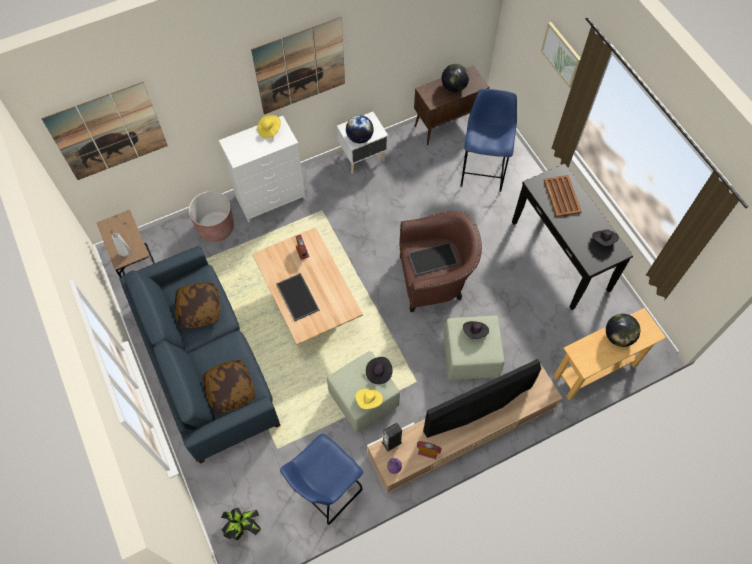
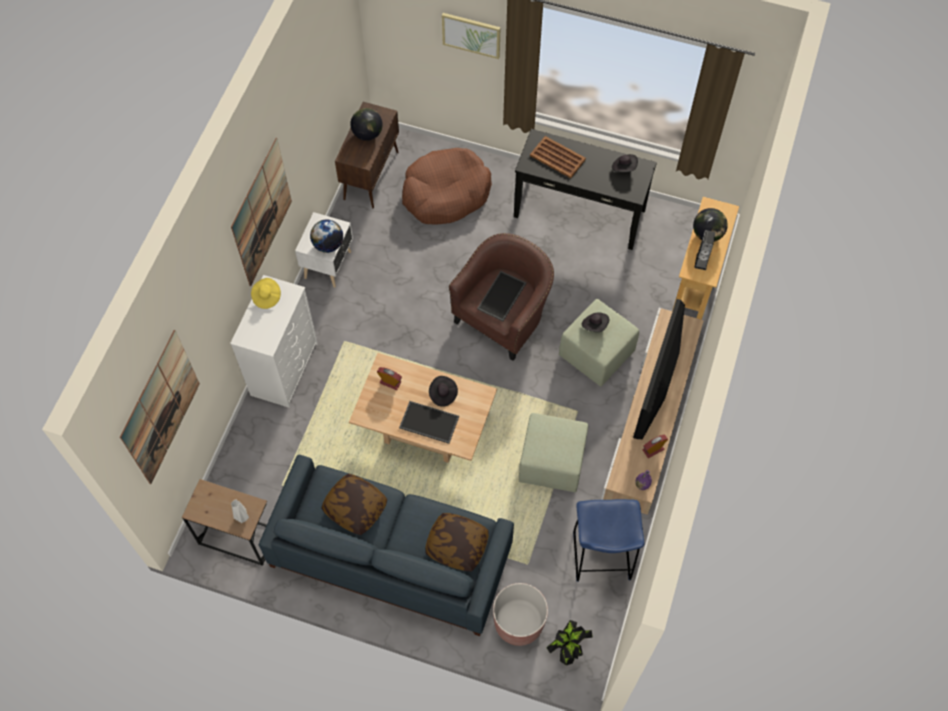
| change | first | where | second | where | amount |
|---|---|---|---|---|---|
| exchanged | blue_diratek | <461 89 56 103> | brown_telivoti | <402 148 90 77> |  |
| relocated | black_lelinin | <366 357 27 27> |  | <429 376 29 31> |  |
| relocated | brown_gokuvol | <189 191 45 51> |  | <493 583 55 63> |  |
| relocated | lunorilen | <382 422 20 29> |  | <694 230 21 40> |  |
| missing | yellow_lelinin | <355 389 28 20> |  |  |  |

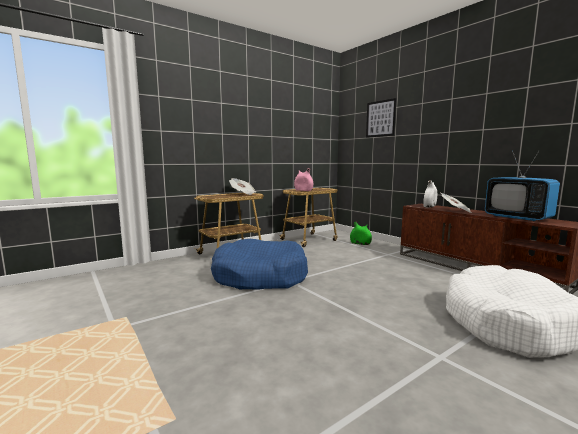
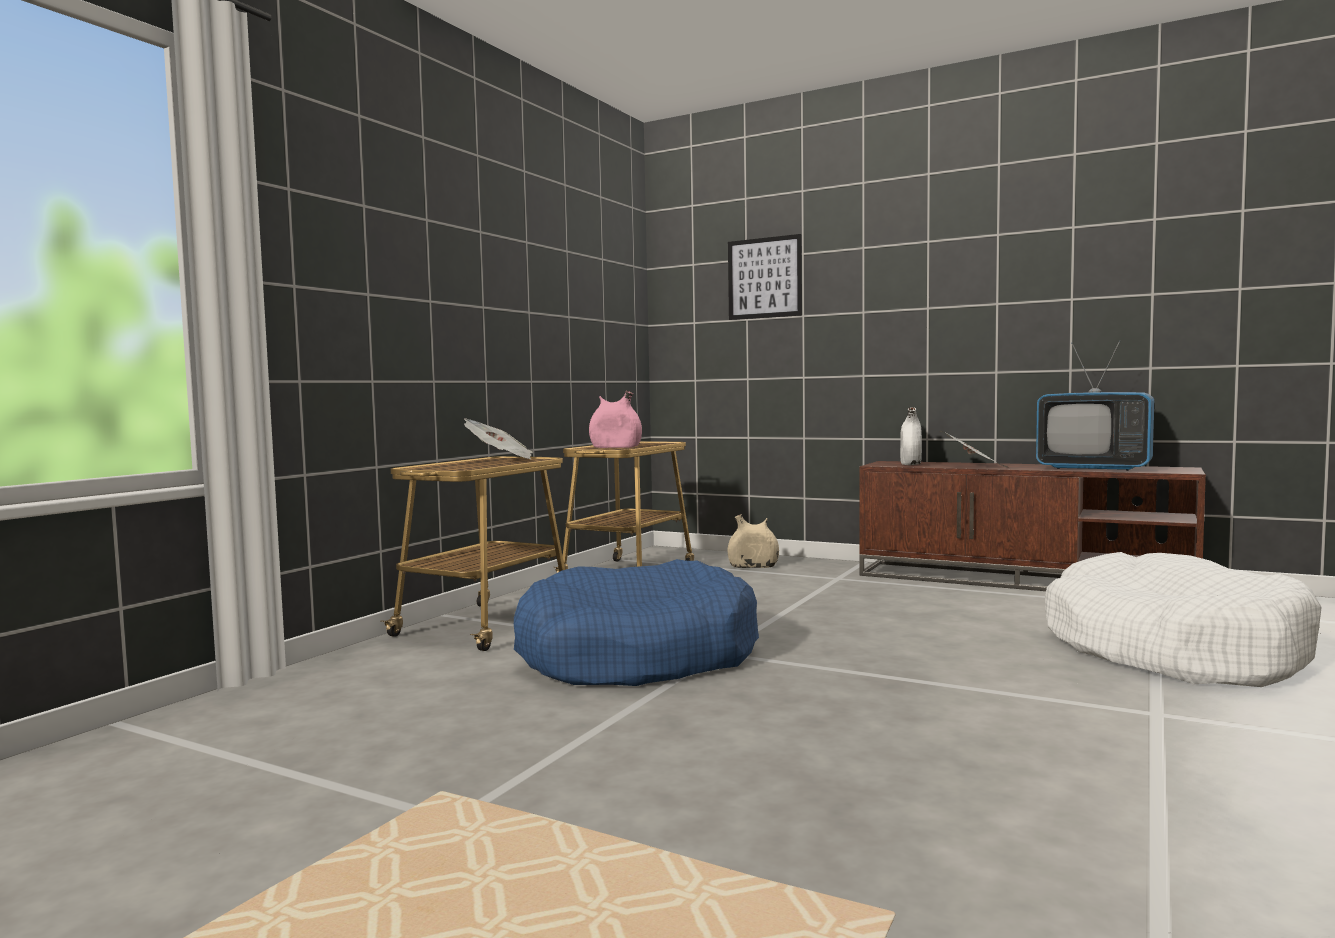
| change | first | where | second | where | amount |
|---|---|---|---|---|---|
| colour | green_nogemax | <350 221 22 24> | beige_nogemax | <728 514 51 54> |  |

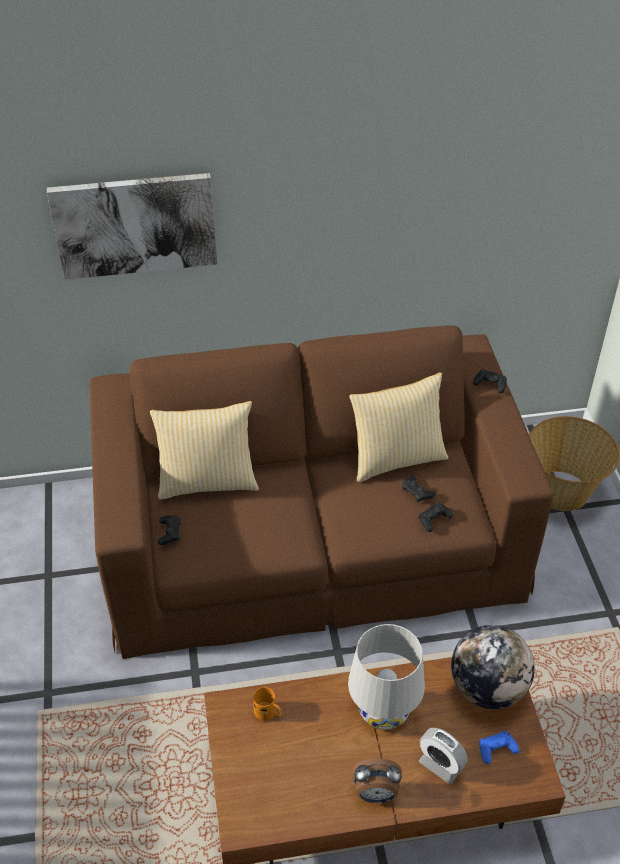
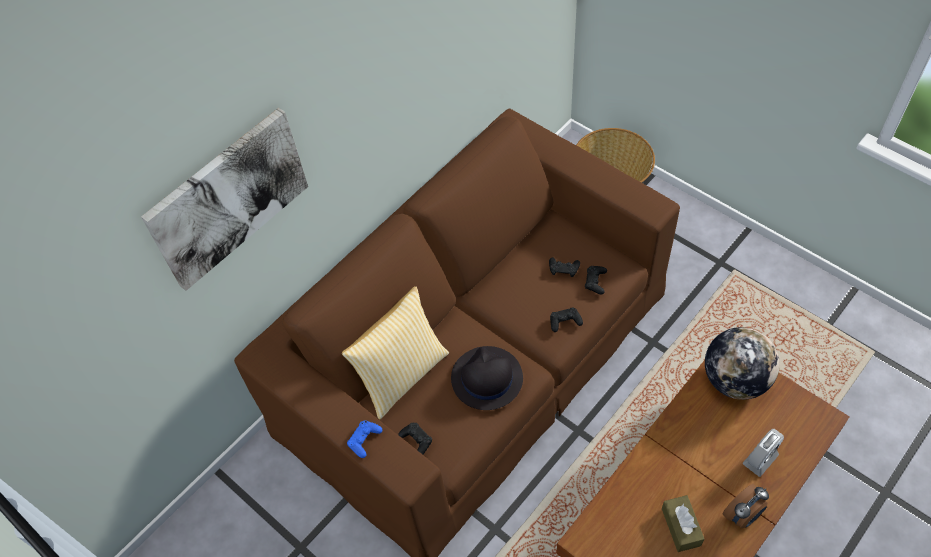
| change | first | where | second | where | amount |
|---|---|---|---|---|---|
| relocated | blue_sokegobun | <479 731 40 33> |  | <347 420 36 38> |  |
| appeared |  |  | black_lelinin | <451 346 72 64> |  |
| relocated | black_sokegobun | <473 369 34 24> |  | <550 307 33 25> |  |
| appeared |  |  | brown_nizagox | <662 495 42 57> |  |
| spun | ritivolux | <419 728 49 56> |  | <743 429 41 48> | 45 degrees counterclockwise |
| missing | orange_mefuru | <253 687 29 34> |  |  |  |
| missing | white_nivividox | <348 624 77 106> |  |  |  |
| missing | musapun | <349 372 99 111> |  |  |  |

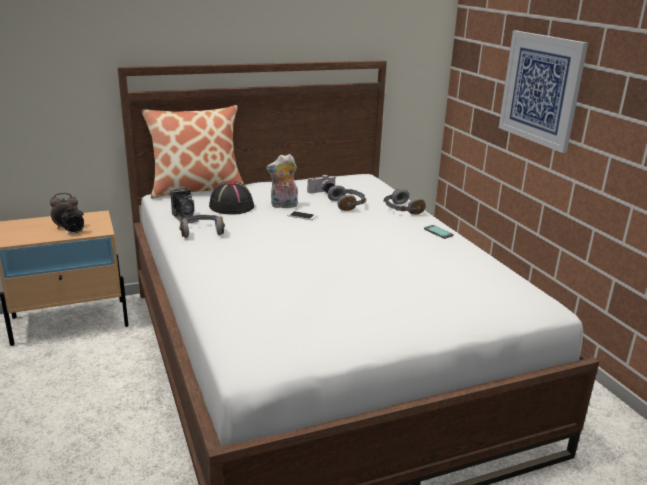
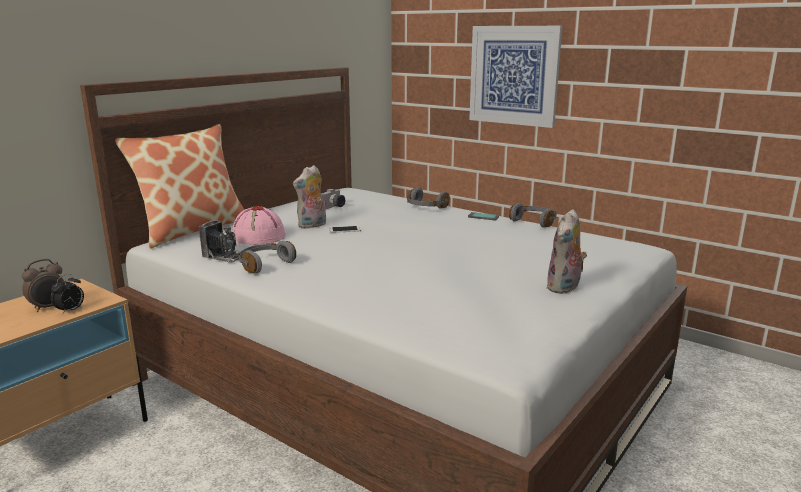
| change | first | where | second | where | amount |
|---|---|---|---|---|---|
| colour | black_lelinin | <209 181 46 34> | pink_lelinin | <232 206 54 39> |  |
| relocated | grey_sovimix | <328 186 38 25> |  | <509 203 47 25> |  |
| appeared |  |  | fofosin | <546 209 41 85> |  |

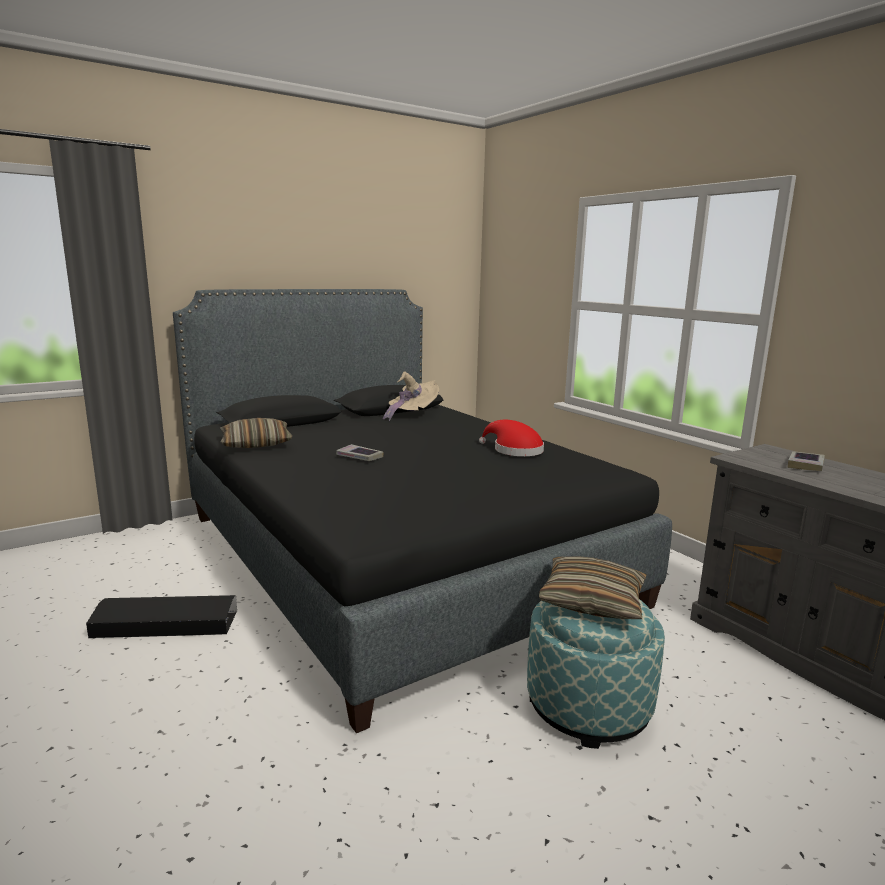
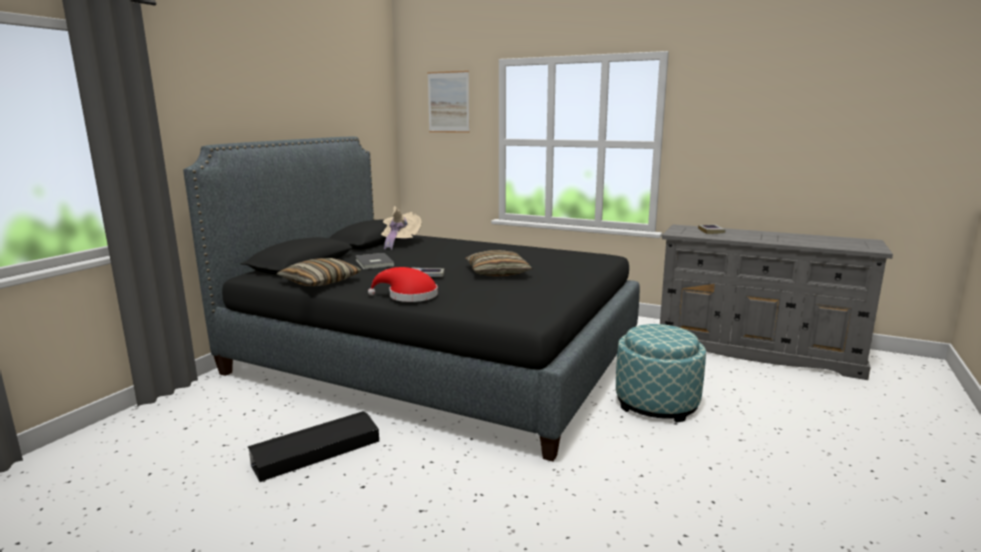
| change | first | where | second | where | amount |
|---|---|---|---|---|---|
| appeared |  |  | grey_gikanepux | <355 253 40 17> |  |
| relocated | red_lelinin | <479 420 65 36> |  | <368 267 70 35> |  |
| appeared |  |  | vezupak | <427 71 43 62> |  |
| relocated | musapun | <539 556 108 63> |  | <466 250 67 26> |  |

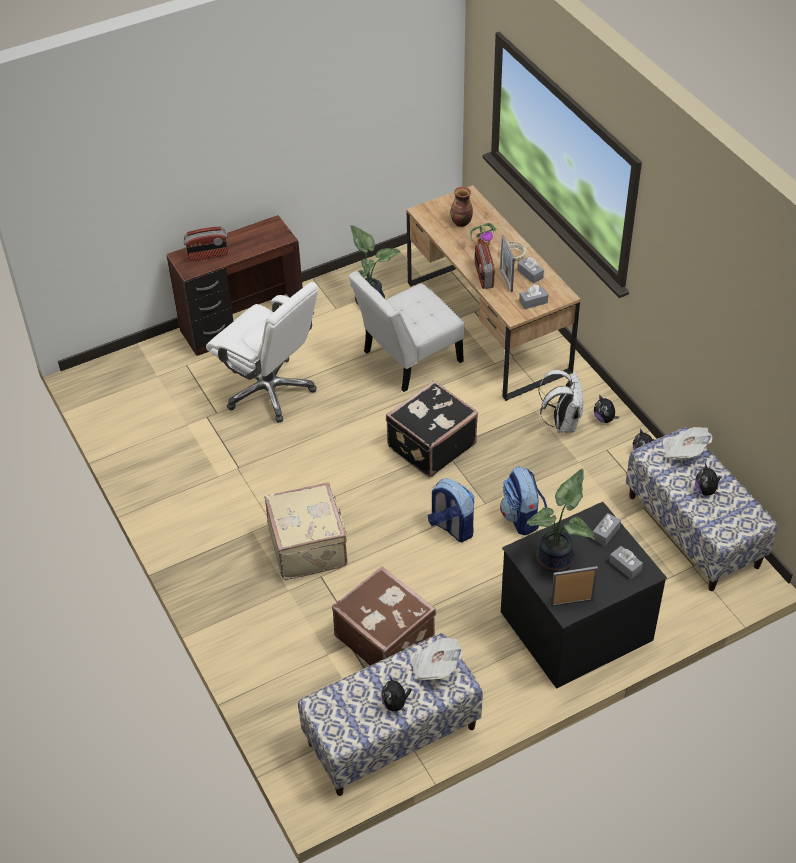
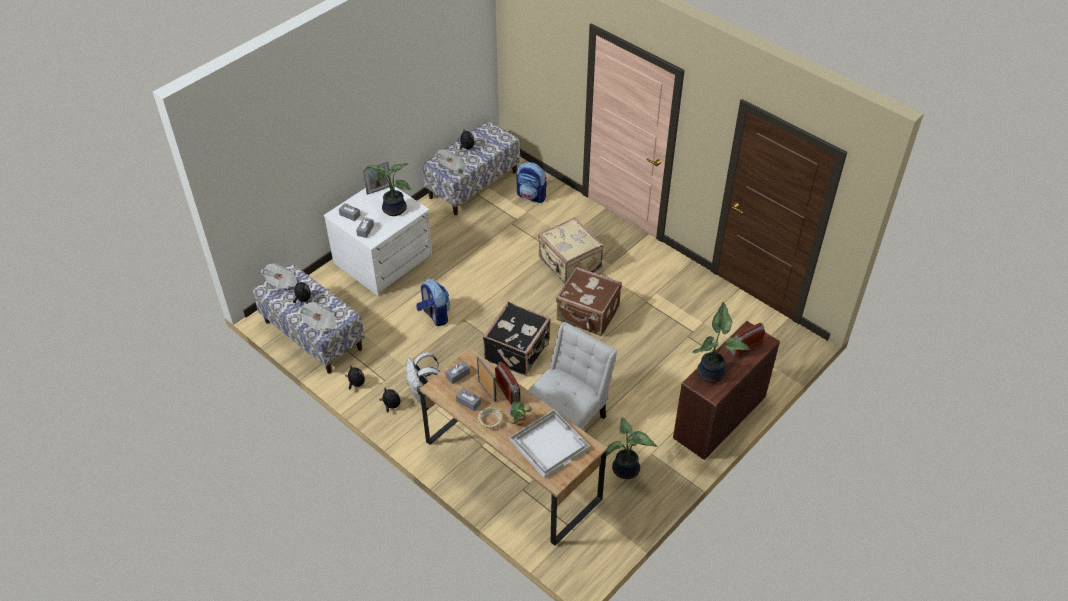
| change | first | where | second | where | amount |
|---|---|---|---|---|---|
| appeared |  |  | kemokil | <261 263 37 26> |  |
| colour | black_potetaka | <501 502 166 186> | white_potetaka | <323 187 109 109> |  |
| exchanged | nogemax | <450 187 23 40> | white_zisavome | <510 409 80 70> |  |
| relocated | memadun | <428 478 47 64> |  | <517 162 30 41> |  |
| relocated | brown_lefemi | <332 566 104 100> |  | <556 267 66 69> |  |
| appeared |  |  | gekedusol | <692 302 57 81> |  |
| missing | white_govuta | <206 282 112 141> |  |  |  |

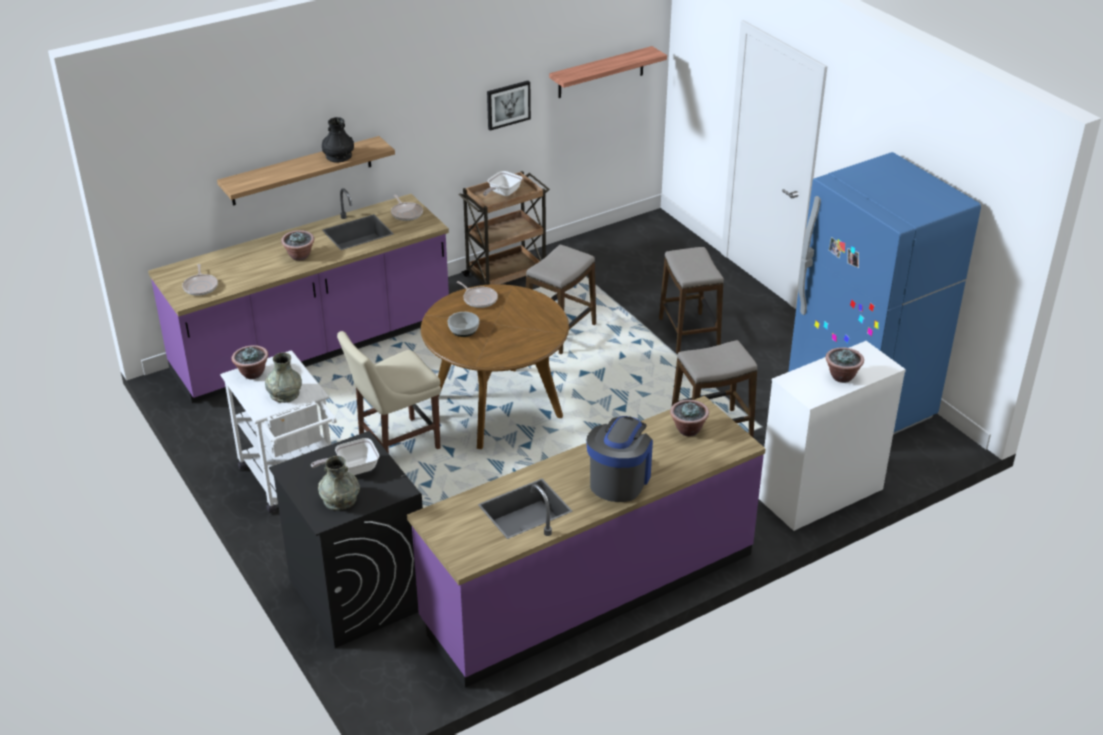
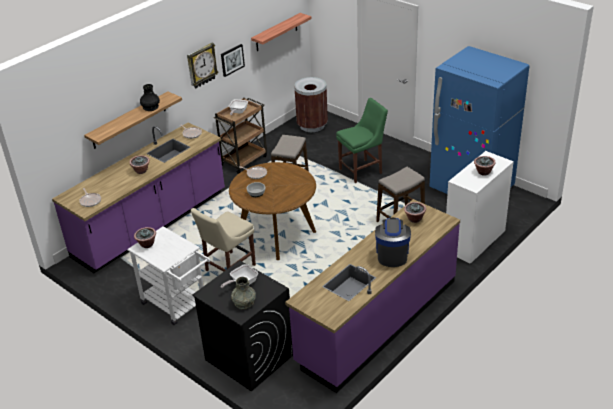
| change | first | where | second | where | amount |
|---|---|---|---|---|---|
| appeared |  |  | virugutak | <187 43 31 46> |  |
| appeared |  |  | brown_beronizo | <294 77 34 55> |  |
| exchanged | diratek | <659 247 65 107> | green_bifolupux | <336 98 52 85> |  |
| missing | grey_nogemax | <265 352 37 51> |  |  |  |

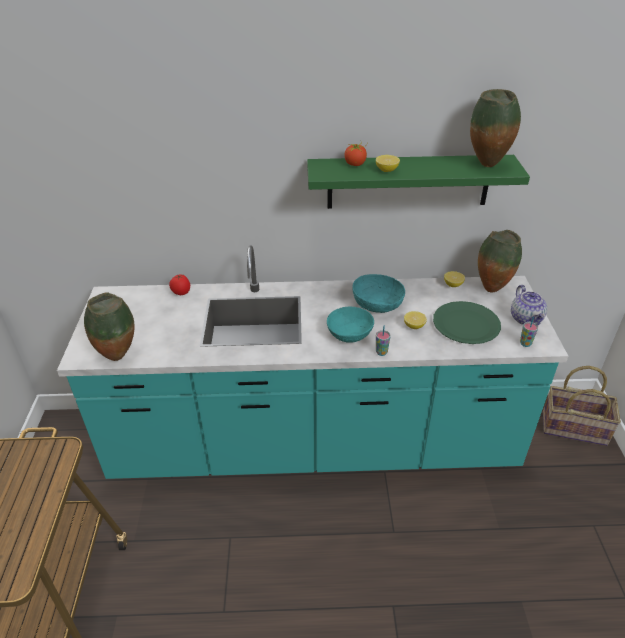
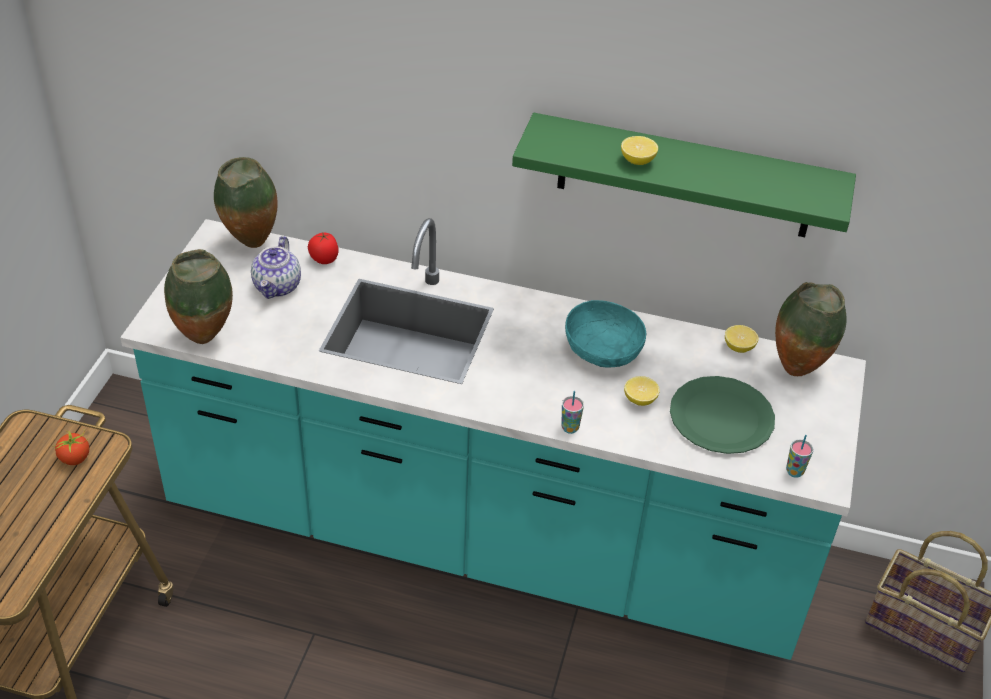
| change | first | where | second | where | amount |
|---|---|---|---|---|---|
| relocated | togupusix | <344 140 24 26> |  | <54 429 35 36> |  |
| relocated | nogemax | <470 89 51 78> |  | <214 157 63 91> |  |
| relocated | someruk | <511 285 36 40> |  | <251 236 50 63> |  |
| missing | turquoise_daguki | <327 307 47 36> |  |  |  |

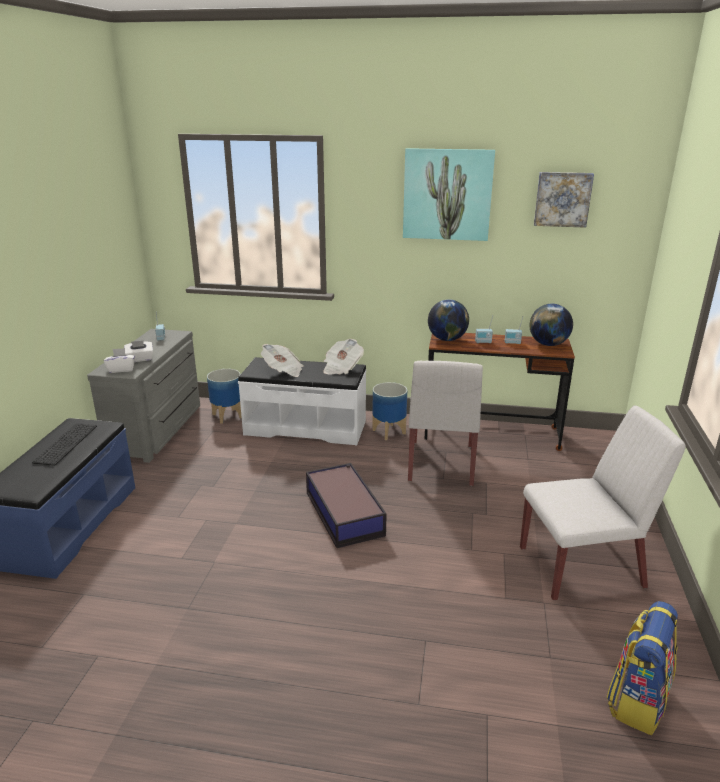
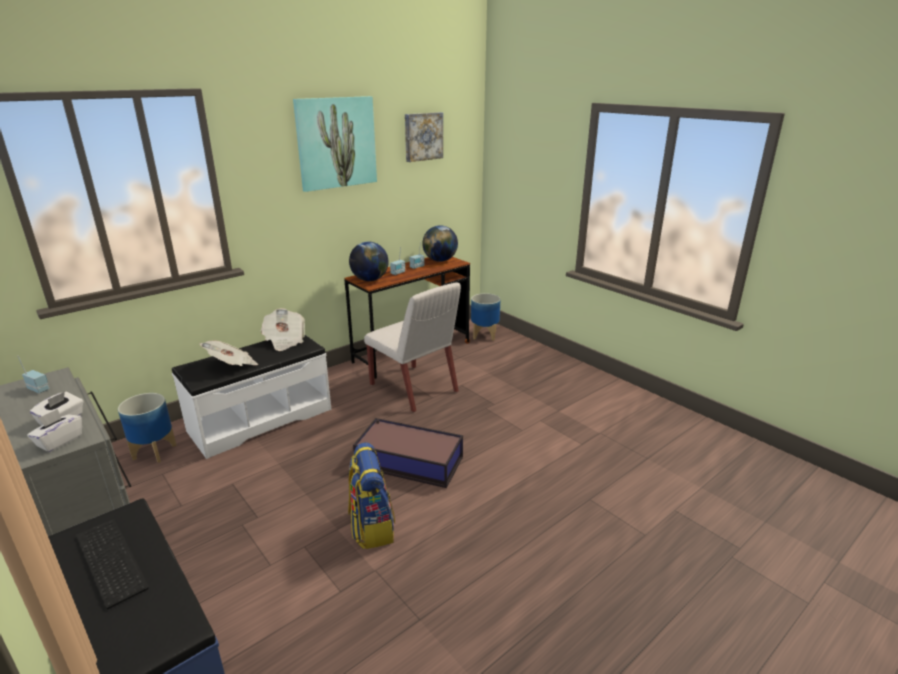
| change | first | where | second | where | amount |
|---|---|---|---|---|---|
| relocated | memadun | <607 601 71 134> |  | <348 442 47 107> |  |
| relocated | gokuvol | <372 382 35 58> |  | <471 293 30 48> |  |
| missing | white_bifolupux | <520 406 166 195> |  |  |  |

